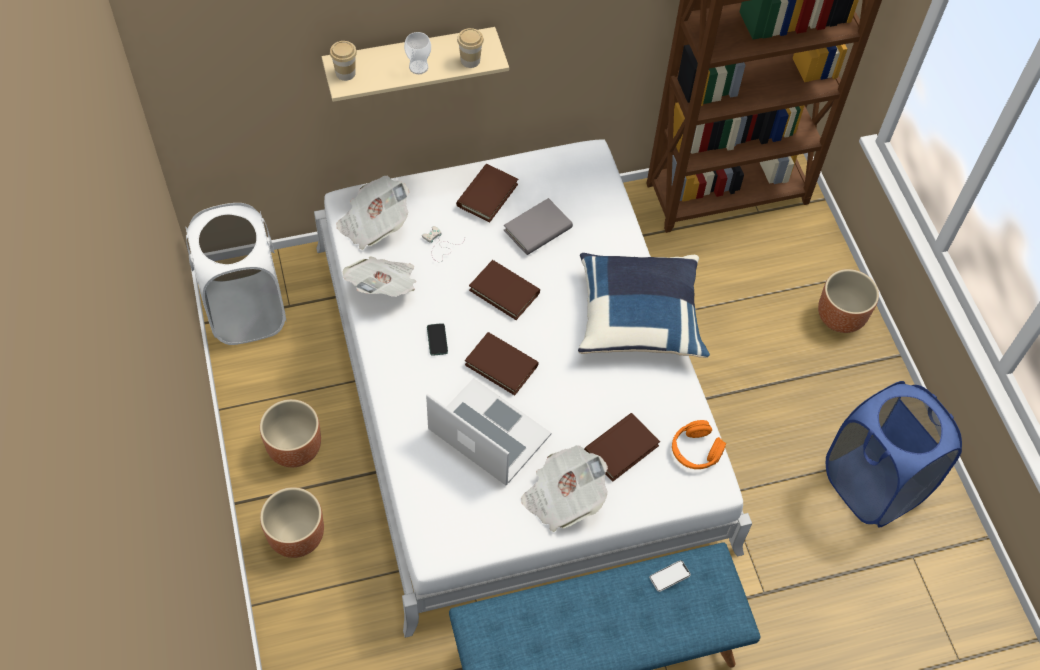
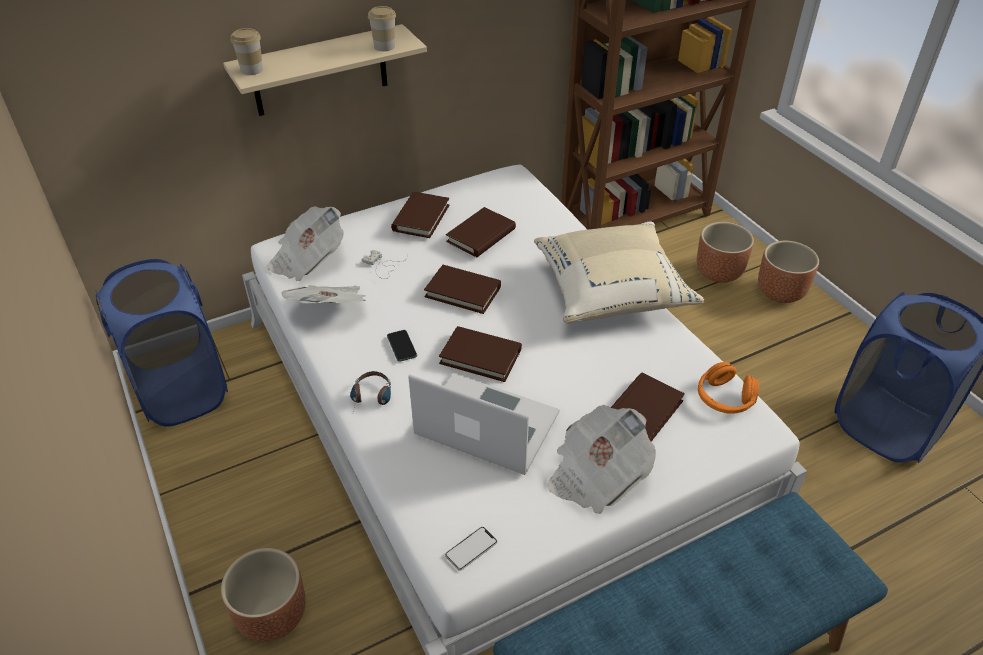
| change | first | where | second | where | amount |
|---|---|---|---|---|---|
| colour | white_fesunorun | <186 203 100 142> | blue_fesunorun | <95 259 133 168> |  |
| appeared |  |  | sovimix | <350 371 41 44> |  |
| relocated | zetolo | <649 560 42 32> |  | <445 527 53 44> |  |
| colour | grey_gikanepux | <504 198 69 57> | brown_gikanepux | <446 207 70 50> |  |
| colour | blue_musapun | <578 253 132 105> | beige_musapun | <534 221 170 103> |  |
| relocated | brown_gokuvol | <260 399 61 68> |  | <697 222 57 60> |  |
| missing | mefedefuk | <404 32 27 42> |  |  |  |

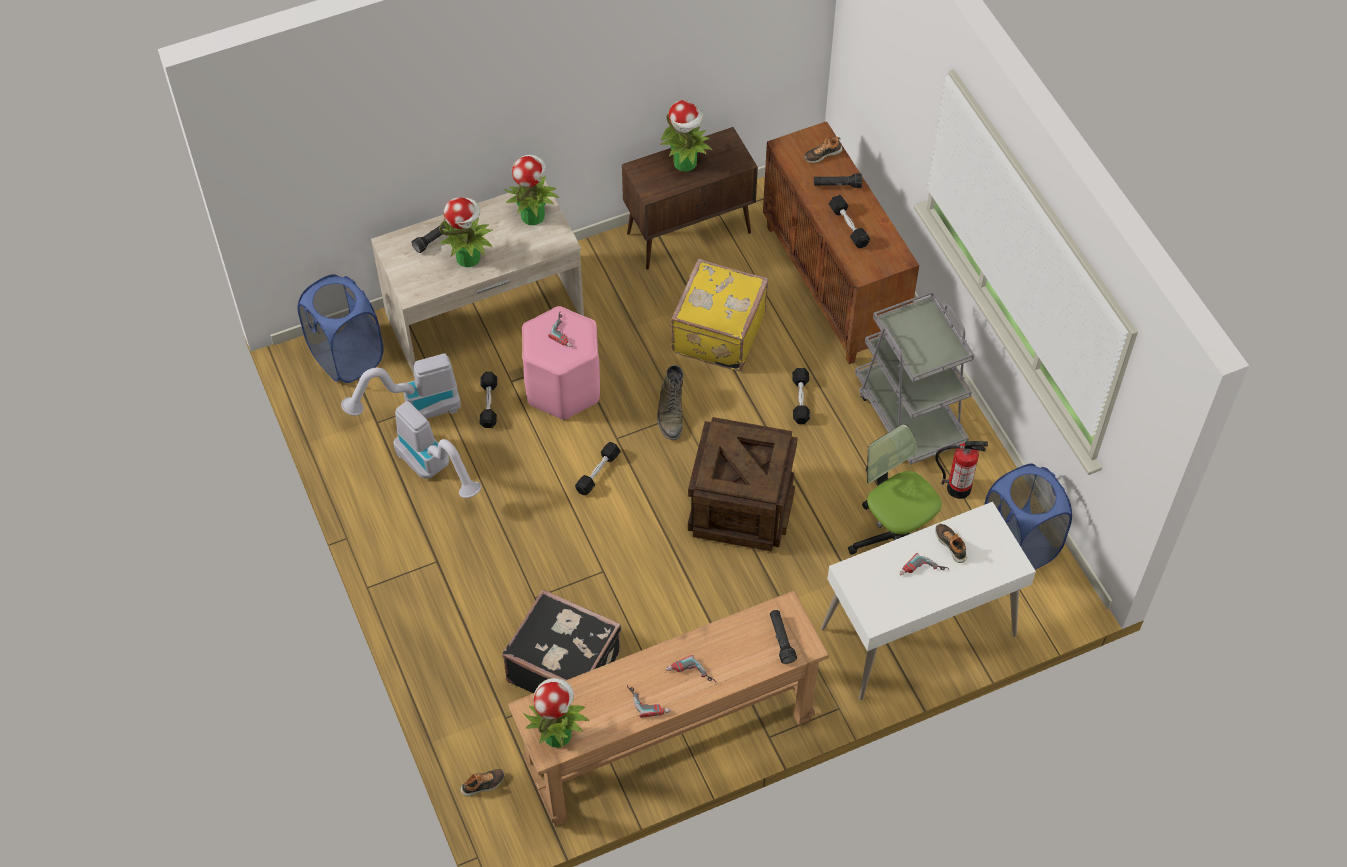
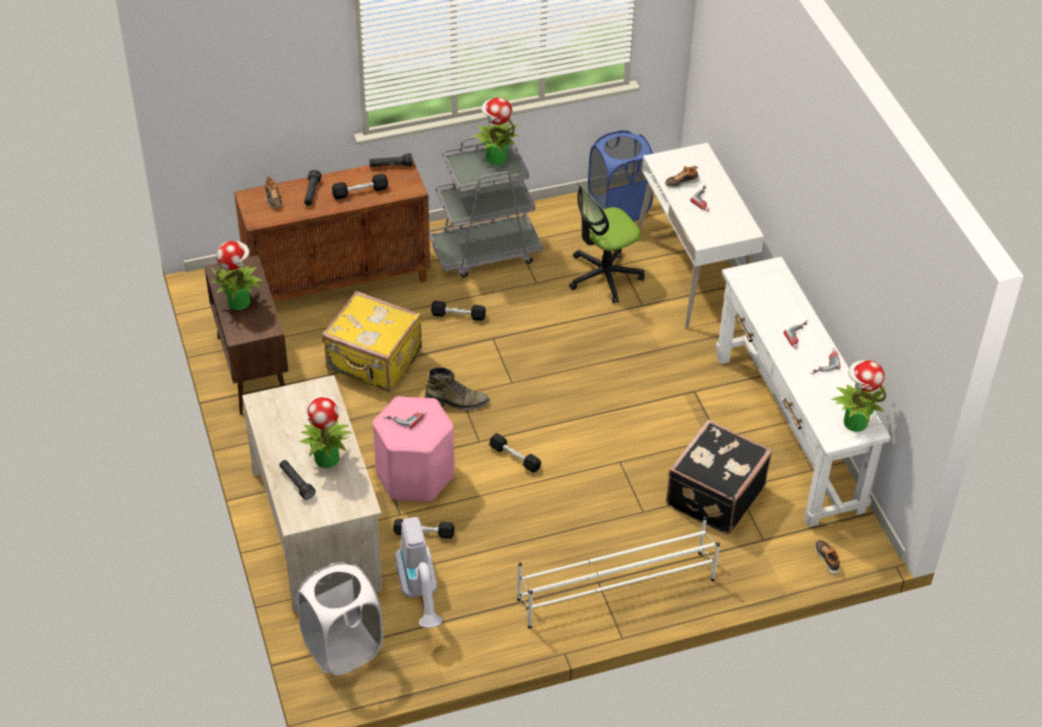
| change | first | where | second | where | amount |
|---|---|---|---|---|---|
| colour | blue_fesunorun | <297 274 87 109> | white_fesunorun | <297 562 86 114> |  |
| relocated | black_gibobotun | <770 610 27 54> |  | <369 153 44 14> |  |
| relocated | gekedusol | <504 155 56 70> |  | <473 97 46 68> |  |
| appeared |  |  | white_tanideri | <517 516 203 113> |  |
| colour | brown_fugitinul | <508 590 321 236> | white_fugitinul | <716 257 175 270> |  |
| missing | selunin | <393 401 88 97> |  |  |  |
| missing | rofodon | <688 417 110 134> |  |  |  |
| missing | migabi | <935 440 53 59> |  |  |  |

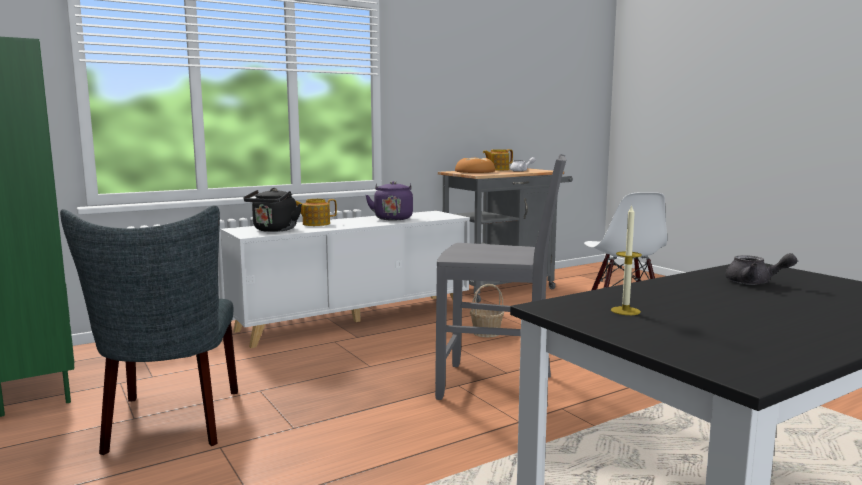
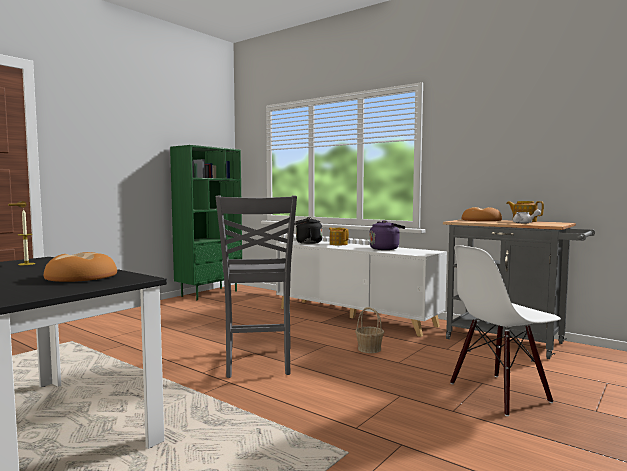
| change | first | where | second | where | amount |
|---|---|---|---|---|---|
| exchanged | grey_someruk | <725 253 72 32> | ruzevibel | <44 252 73 30> |  |
| missing | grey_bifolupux | <60 205 178 250> |  |  |  |

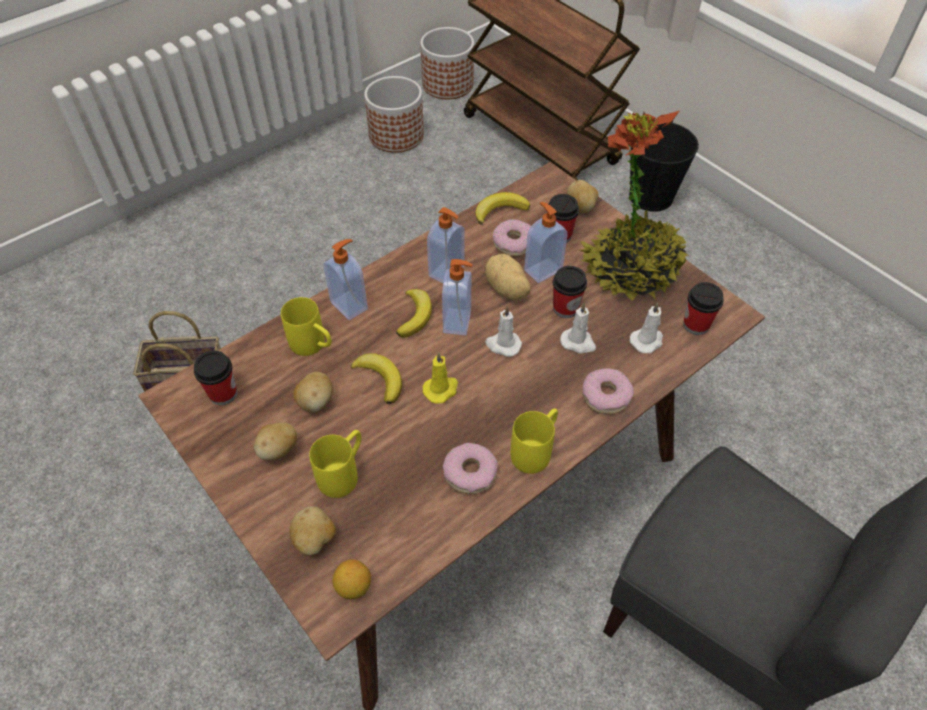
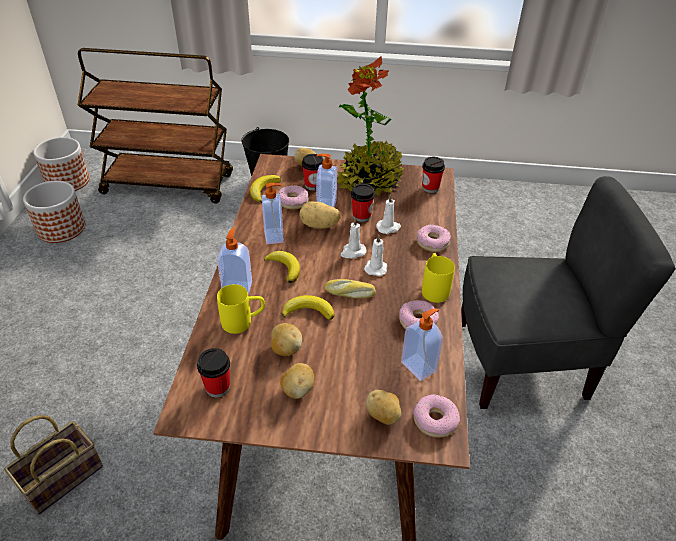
| change | first | where | second | where | amount |
|---|---|---|---|---|---|
| exchanged | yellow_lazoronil | <423 352 35 51> | ruzevibel | <324 279 52 19> |  |
| relocated | white_lazoronil | <630 302 33 51> |  | <364 234 23 42> |  |
| relocated | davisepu | <442 259 31 77> |  | <401 308 42 73> |  |
| exchanged | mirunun | <332 559 39 40> | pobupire | <413 394 47 44> |  |
| missing | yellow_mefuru | <309 430 52 68> |  |  |  |

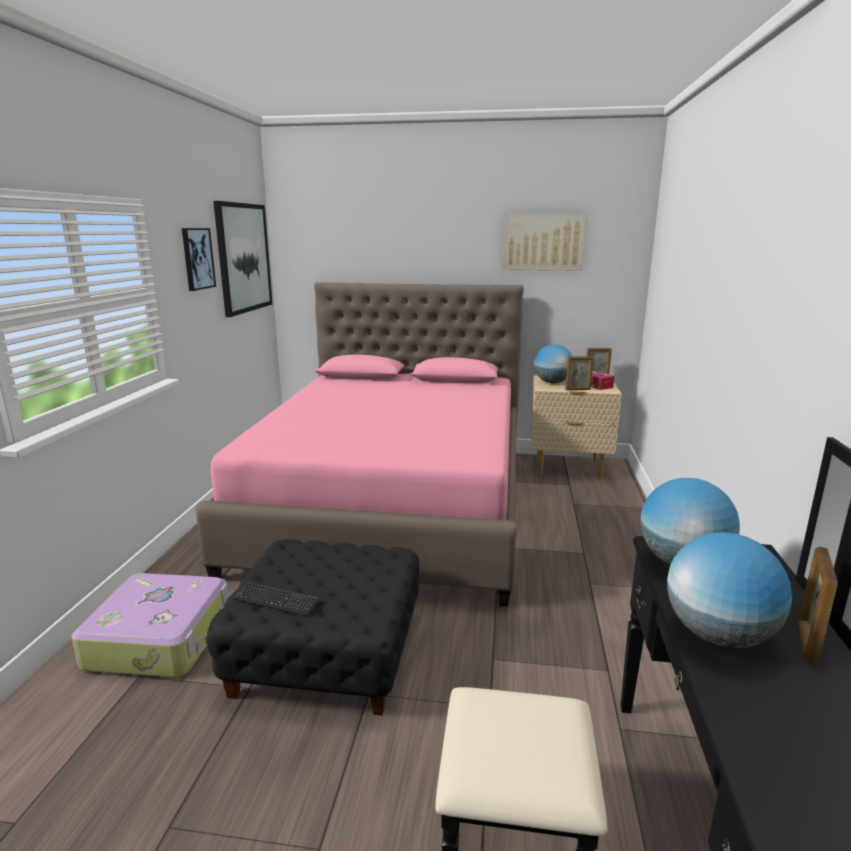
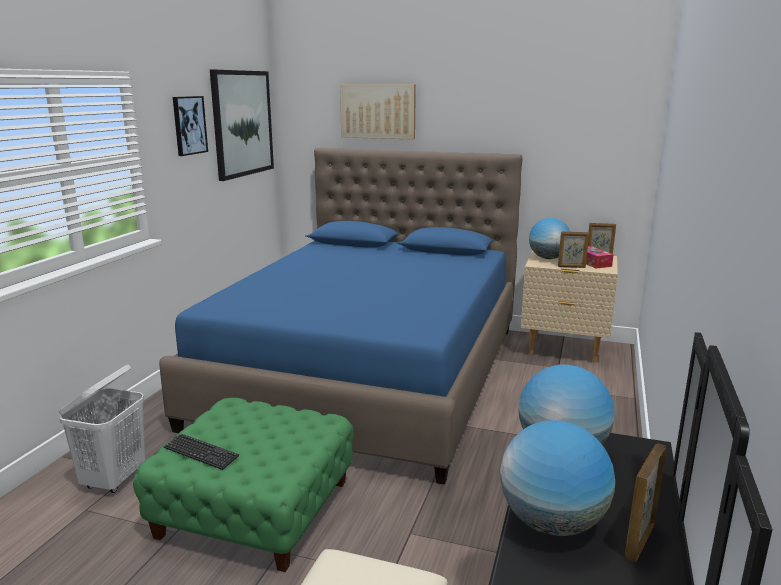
| change | first | where | second | where | amount |
|---|---|---|---|---|---|
| exchanged | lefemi | <72 573 157 104> | white_fesunorun | <59 365 86 128> |  |
| colour | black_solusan | <207 539 212 177> | green_solusan | <133 398 221 174> |  |
| colour | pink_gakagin | <195 282 329 325> | blue_gakagin | <159 148 364 337> |  |
| relocated | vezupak | <502 214 85 57> |  | <340 85 76 55> |  |

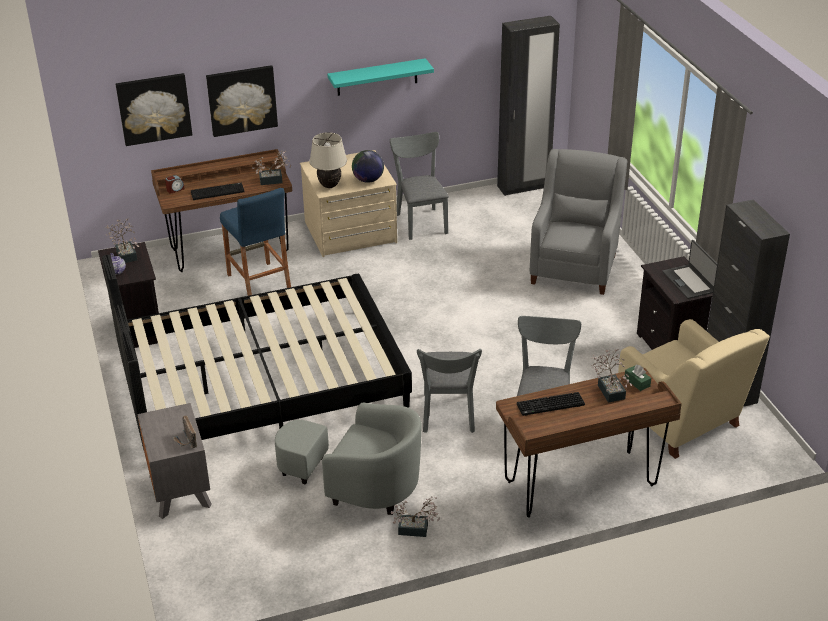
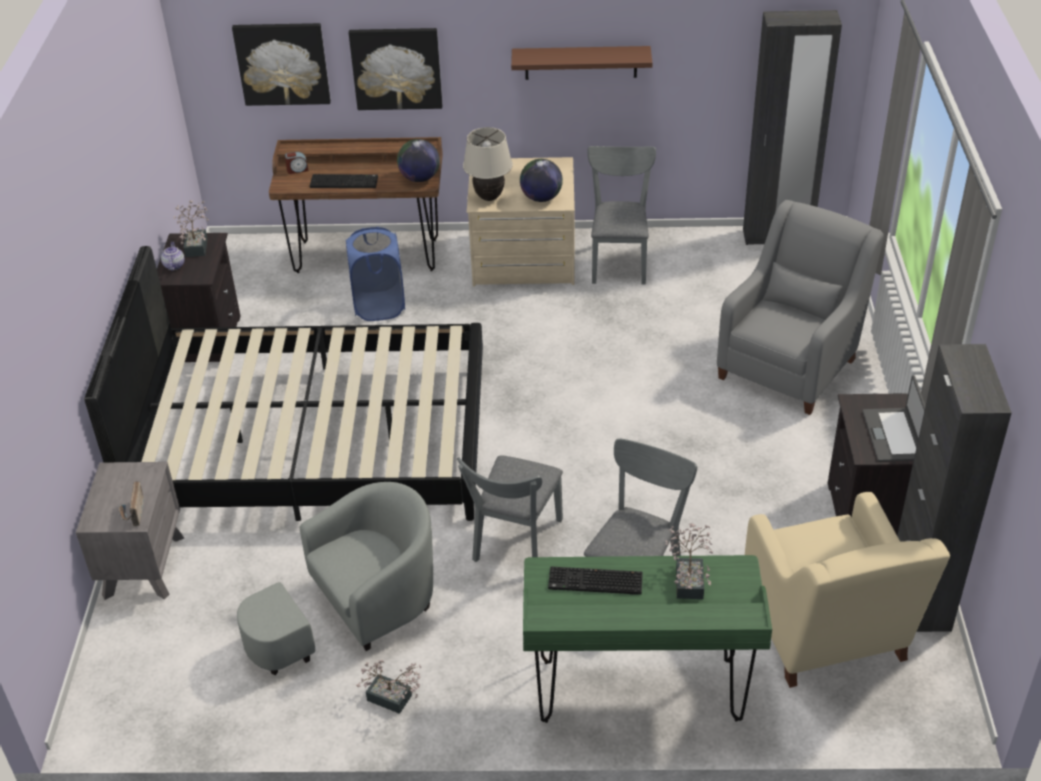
| change | first | where | second | where | amount |
|---|---|---|---|---|---|
| spun | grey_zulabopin | <275 403 147 112> |  | <237 482 196 193> | 75 degrees counterclockwise |
| exchanged | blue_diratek | <220 188 71 108> | blue_fesunorun | <345 227 60 94> |  |
| exchanged | gekedusol | <252 151 39 34> | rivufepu | <397 139 43 43> |  |
| colour | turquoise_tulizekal | <327 58 107 38> | brown_tulizekal | <511 46 141 34> |  |
| colour | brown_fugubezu | <496 368 186 150> | green_fugubezu | <523 555 249 168> |  |
| missing | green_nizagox | <625 365 26 26> |  |  |  |

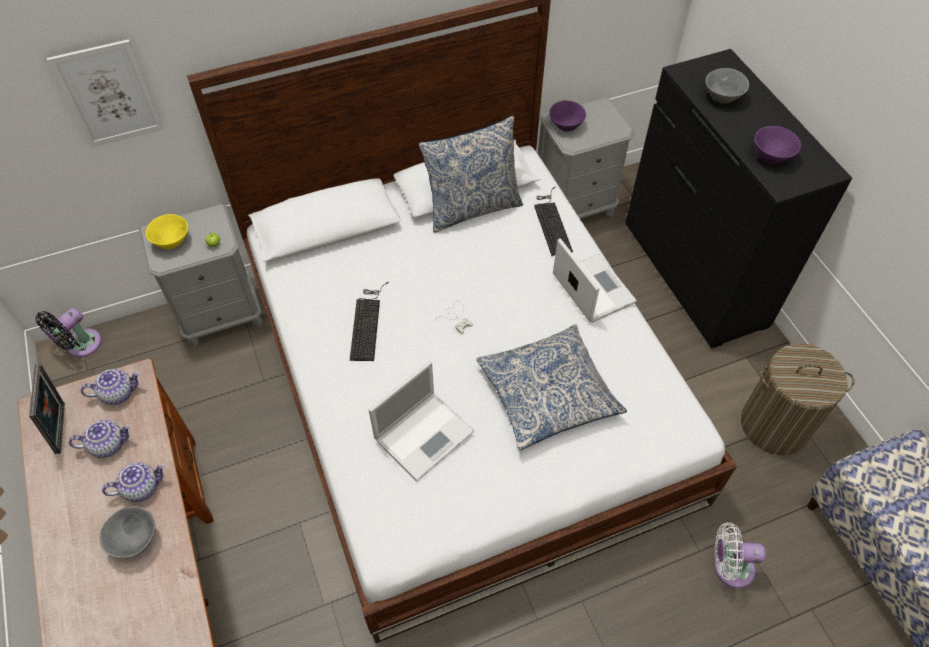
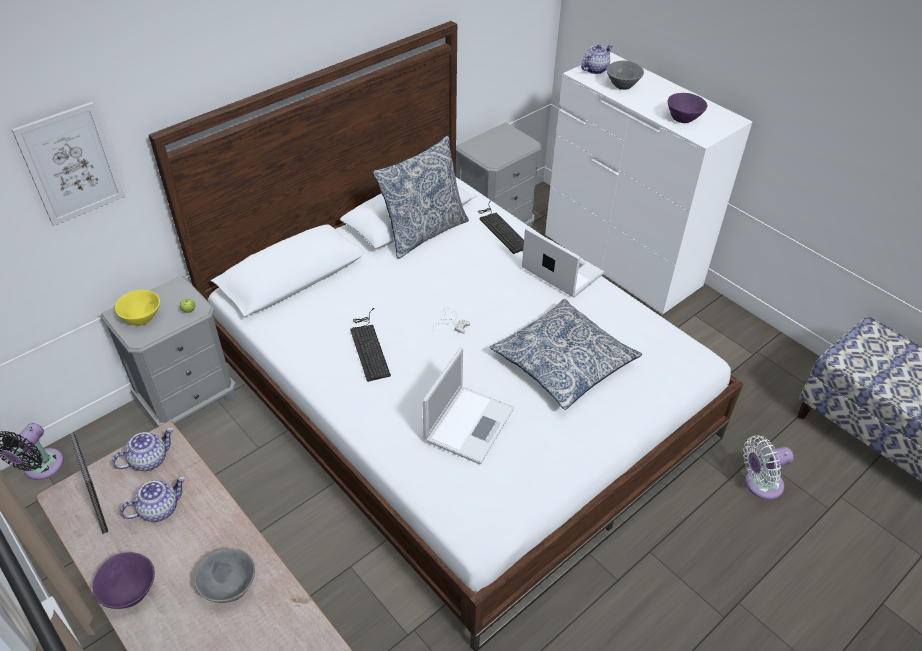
| change | first | where | second | where | amount |
|---|---|---|---|---|---|
| relocated | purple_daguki | <549 100 37 31> |  | <93 552 62 57> |  |
| colour | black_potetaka | <625 49 227 299> | white_potetaka | <545 52 207 263> |  |
| relocated | someruk | <102 462 63 40> |  | <581 44 32 30> |  |
| missing | fesunorun | <741 343 114 112> |  |  |  |

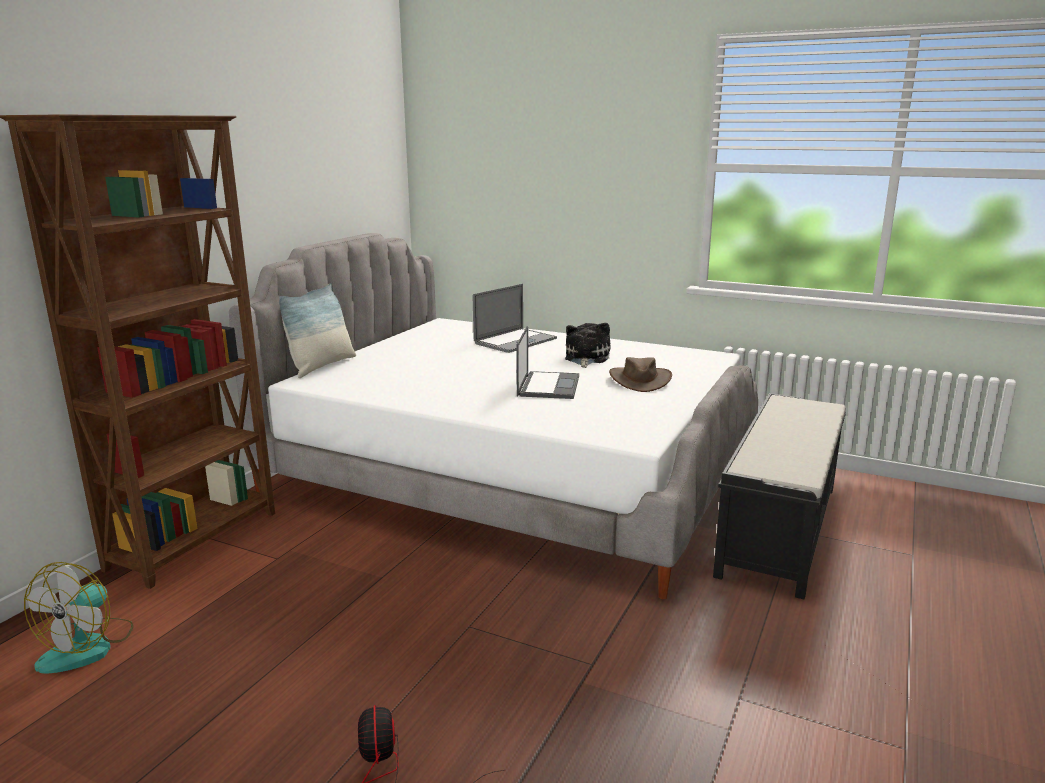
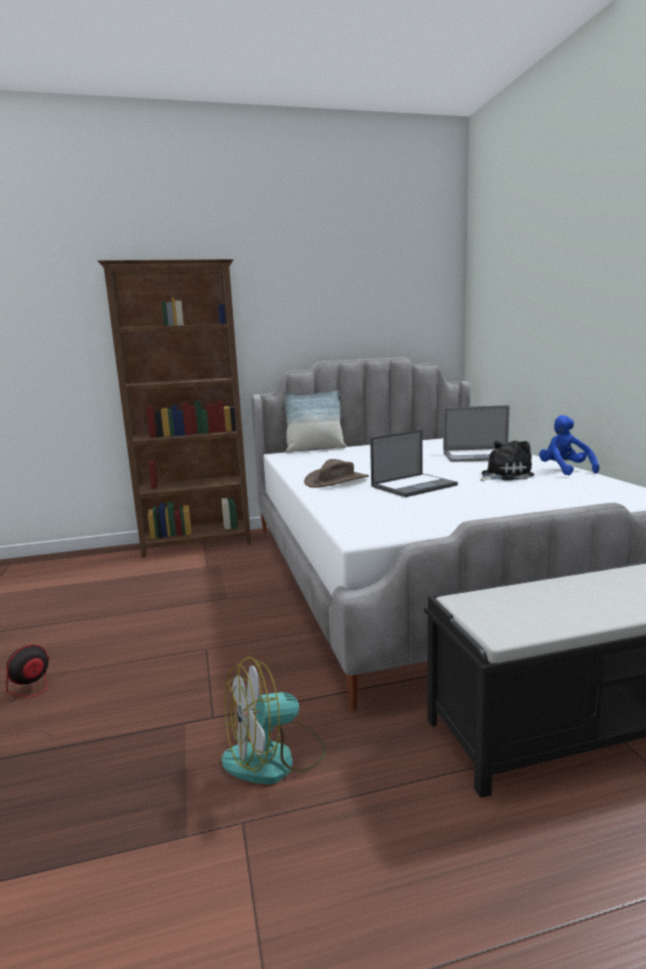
| change | first | where | second | where | amount |
|---|---|---|---|---|---|
| relocated | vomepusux | <24 562 110 111> |  | <221 657 106 127> |  |
| relocated | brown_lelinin | <609 357 63 35> |  | <304 459 65 29> |  |
| appeared |  |  | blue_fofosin | <539 415 61 61> |  |

